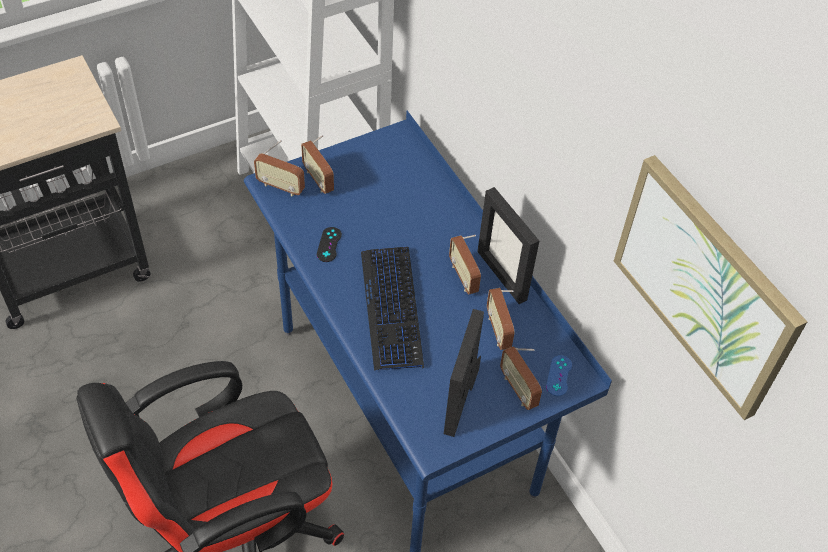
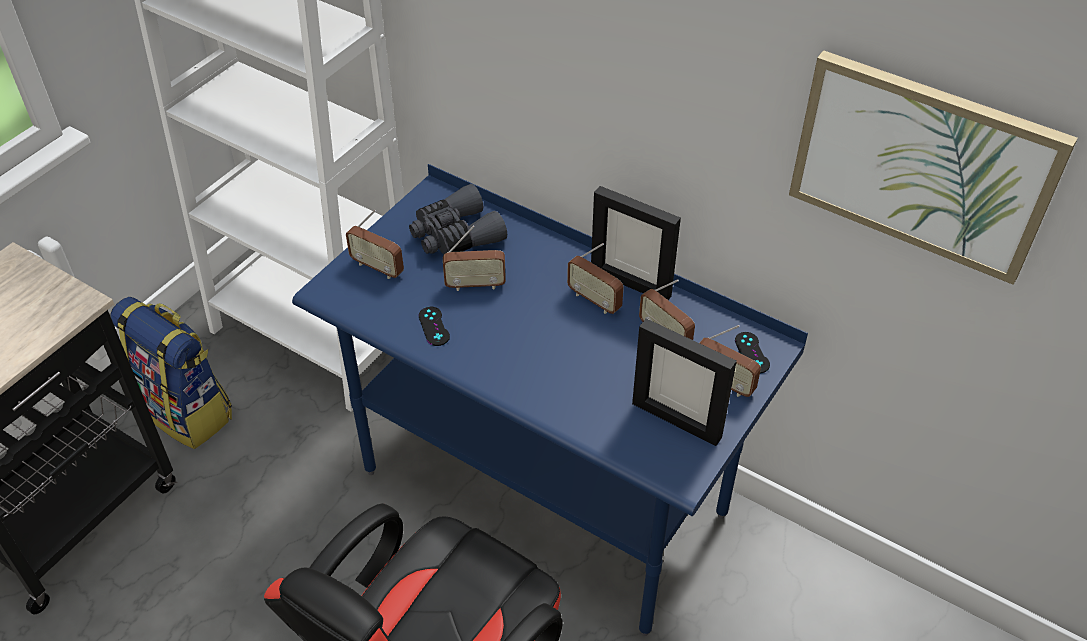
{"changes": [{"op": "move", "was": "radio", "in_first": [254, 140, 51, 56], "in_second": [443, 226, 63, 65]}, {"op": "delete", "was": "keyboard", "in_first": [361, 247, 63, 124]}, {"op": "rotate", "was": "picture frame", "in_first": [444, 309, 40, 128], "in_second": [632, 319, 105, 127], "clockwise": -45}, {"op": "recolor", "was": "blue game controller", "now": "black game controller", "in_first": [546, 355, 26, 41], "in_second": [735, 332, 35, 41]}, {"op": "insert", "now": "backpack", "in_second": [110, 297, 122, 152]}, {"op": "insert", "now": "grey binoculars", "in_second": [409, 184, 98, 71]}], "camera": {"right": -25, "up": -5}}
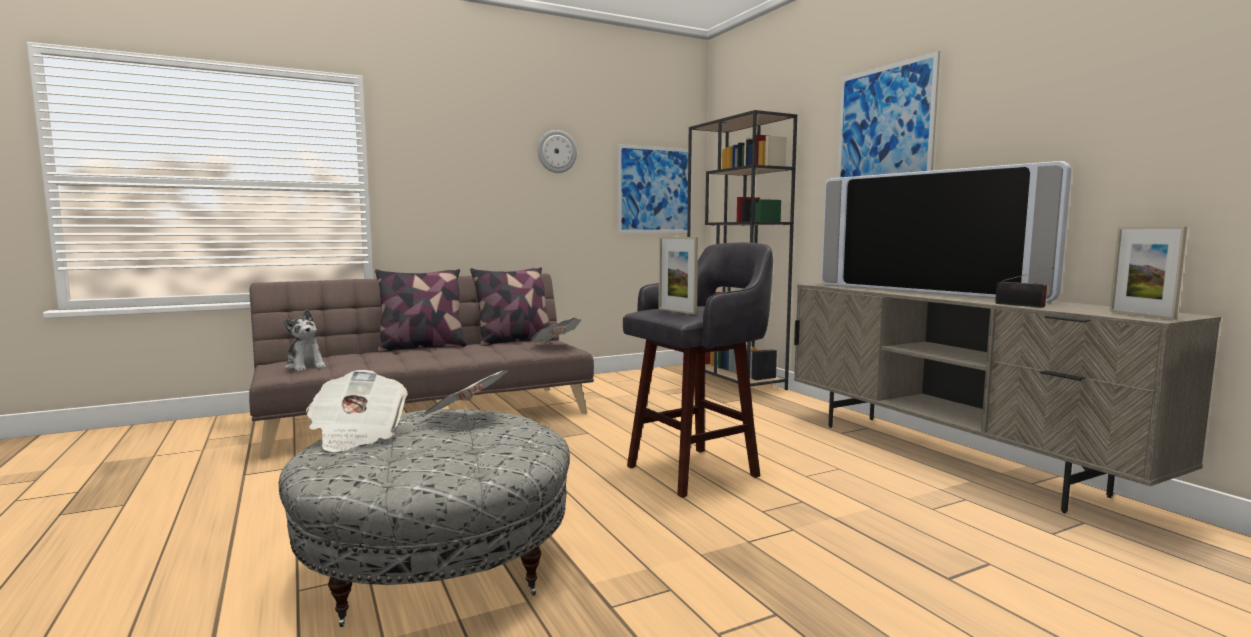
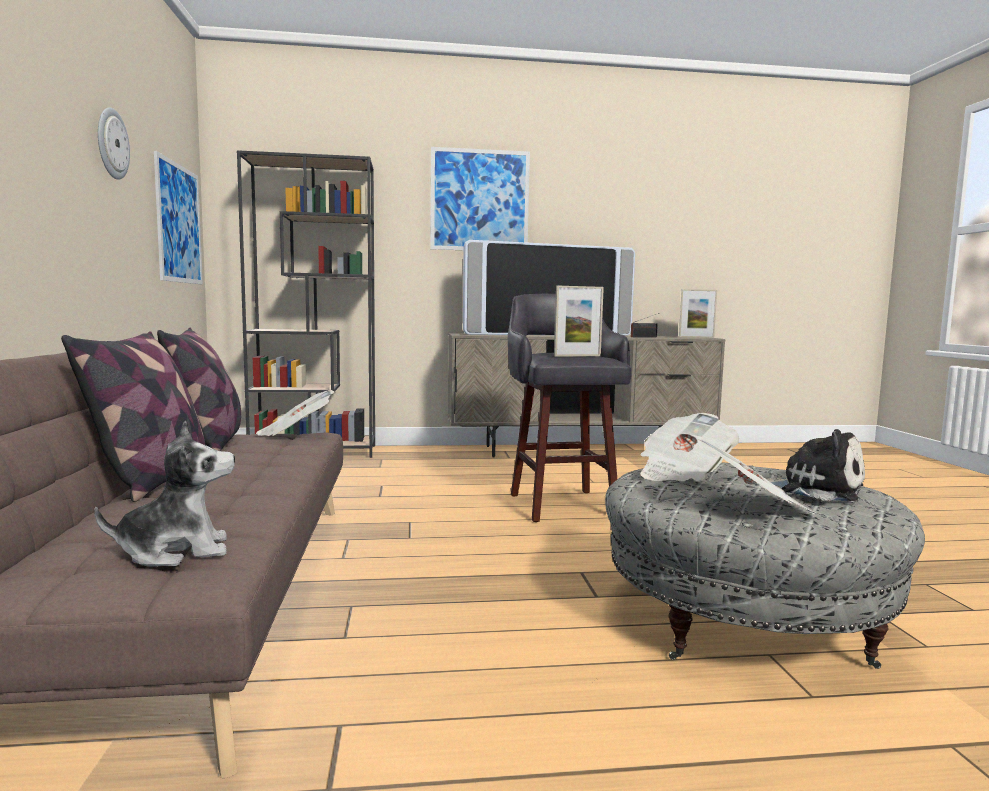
{"changes": [{"op": "insert", "now": "plush toy", "in_second": [767, 429, 98, 72]}], "camera": {"right": -70, "up": 0}}
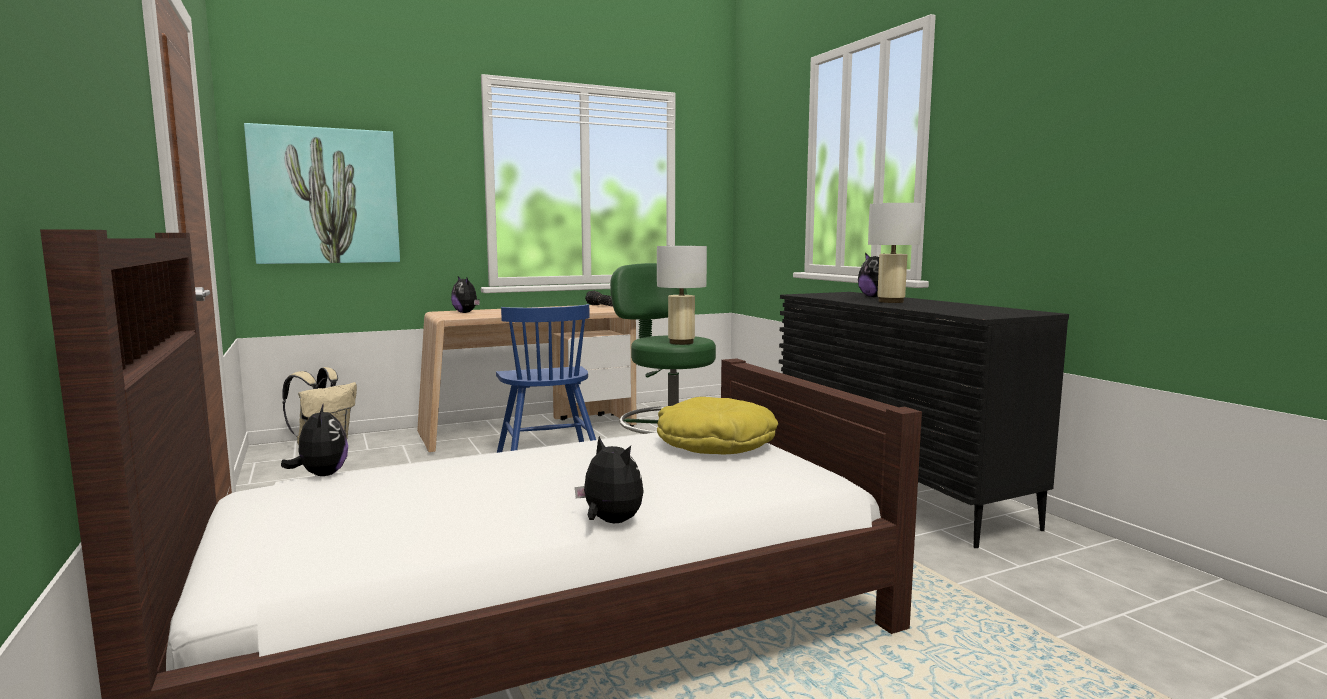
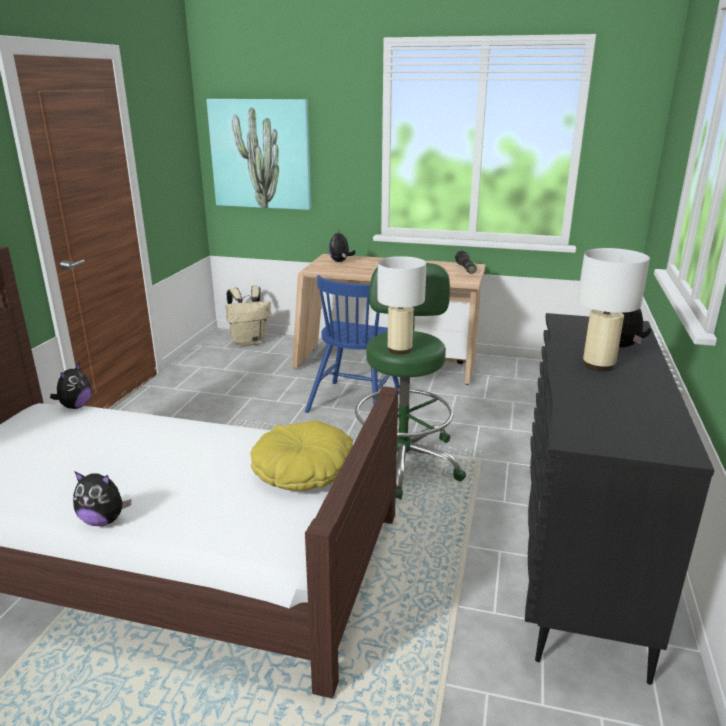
{"changes": [{"op": "rotate", "was": "plush toy", "in_first": [575, 436, 69, 87], "in_second": [73, 471, 58, 55], "clockwise": 105}], "camera": {"right": 40, "up": 15}}
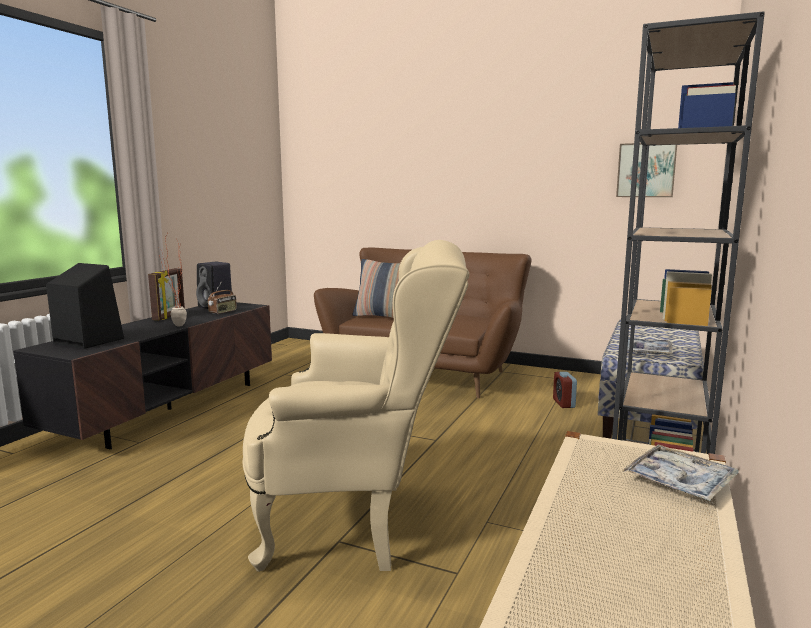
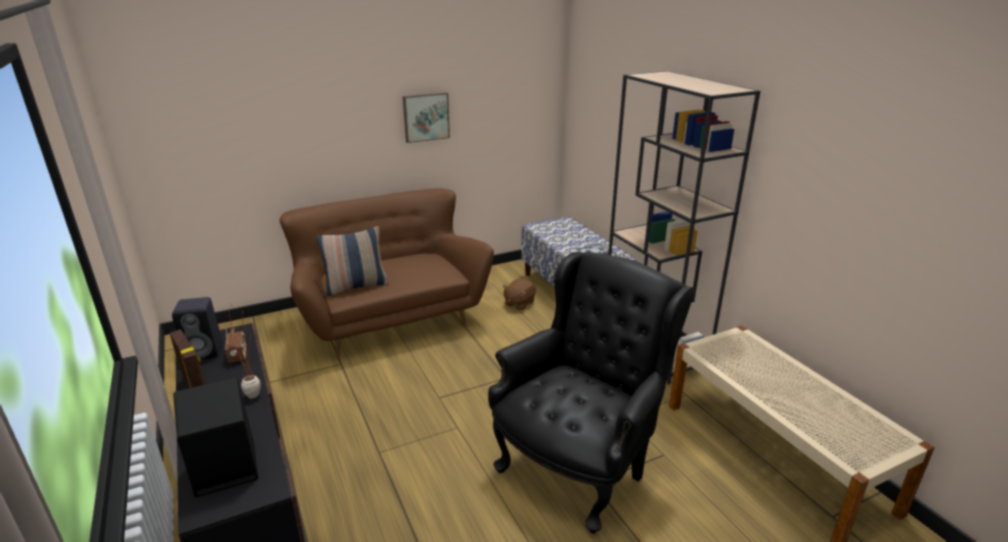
{"changes": [{"op": "recolor", "was": "beige armchair", "now": "black armchair", "in_first": [243, 240, 227, 332], "in_second": [488, 252, 206, 282]}, {"op": "replace", "was": "alarm clock", "now": "brown plush toy", "in_first": [553, 372, 24, 36], "in_second": [503, 279, 33, 31]}, {"op": "move", "was": "picture", "in_first": [616, 143, 61, 54], "in_second": [403, 92, 47, 51]}, {"op": "delete", "was": "tray", "in_first": [622, 444, 116, 57]}], "camera": {"right": -50, "up": 15}}
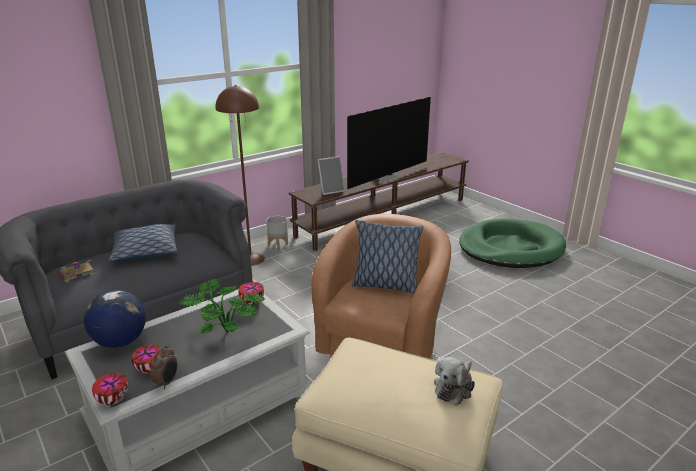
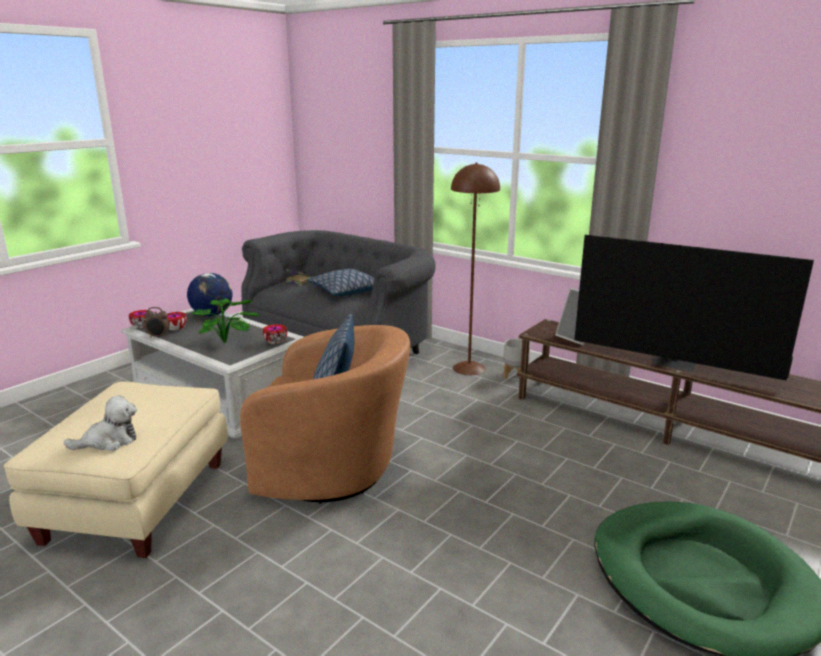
{"changes": [{"op": "rotate", "was": "plush toy", "in_first": [434, 357, 41, 49], "in_second": [64, 396, 73, 55], "clockwise": 135}], "camera": {"right": 75, "up": -5}}
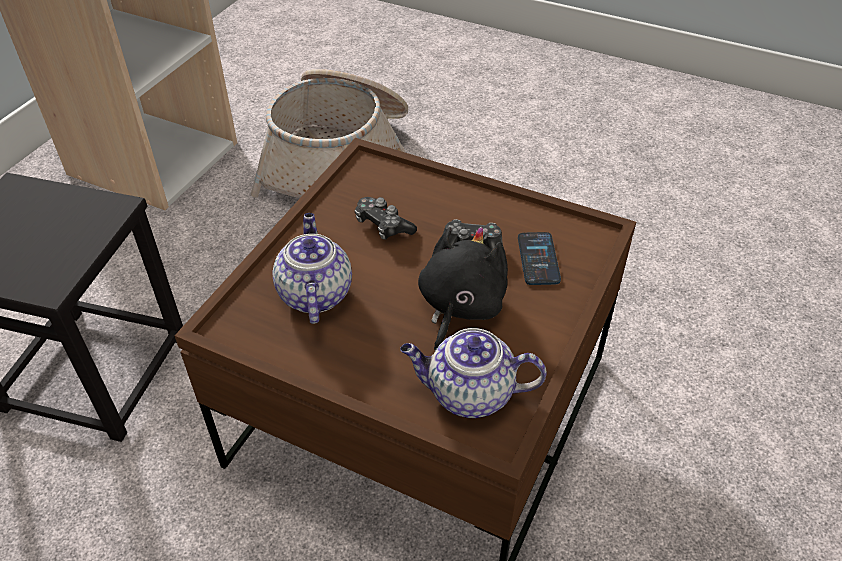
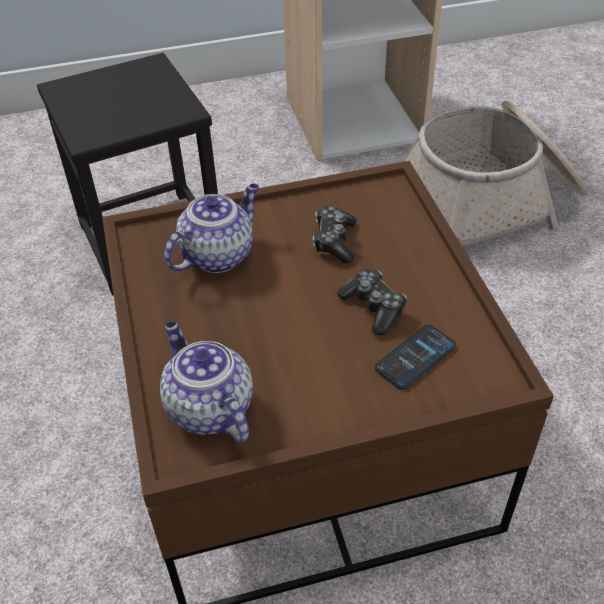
{"changes": [{"op": "delete", "was": "black plush toy", "in_first": [418, 227, 90, 124]}], "camera": {"right": 50, "up": 0}}
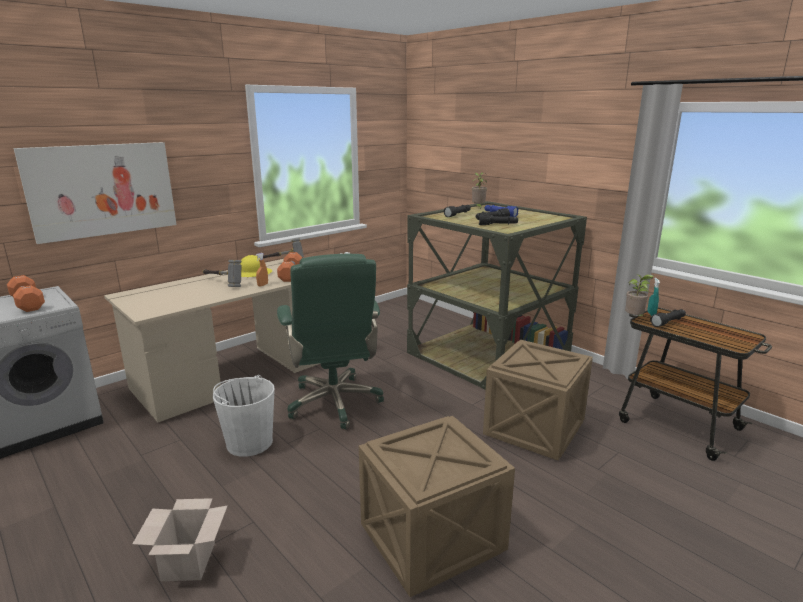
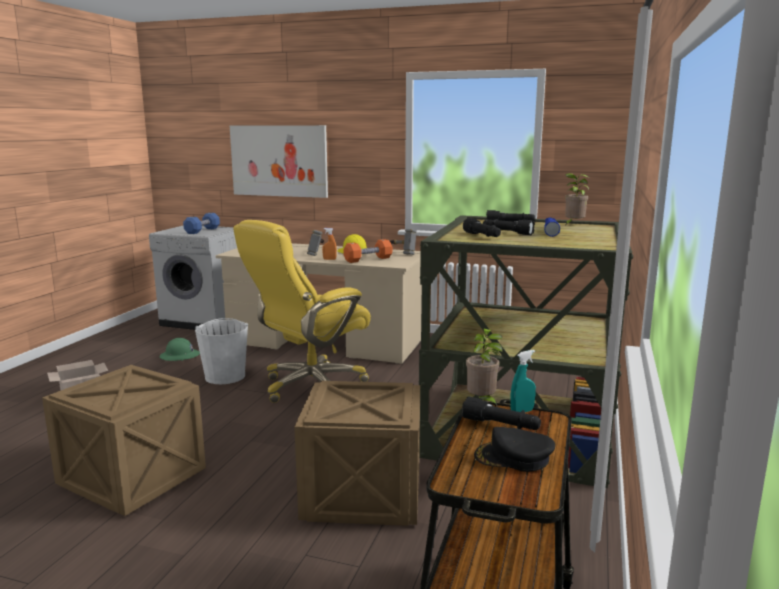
{"changes": [{"op": "recolor", "was": "orange dumbbell", "now": "blue dumbbell", "in_first": [7, 275, 38, 37], "in_second": [183, 213, 37, 21]}, {"op": "recolor", "was": "green office chair", "now": "yellow office chair", "in_first": [277, 254, 107, 176], "in_second": [233, 220, 138, 183]}, {"op": "insert", "now": "green hard hat", "in_second": [160, 338, 40, 23]}, {"op": "insert", "now": "black cap", "in_second": [474, 427, 81, 45]}], "camera": {"right": 60, "up": -5}}
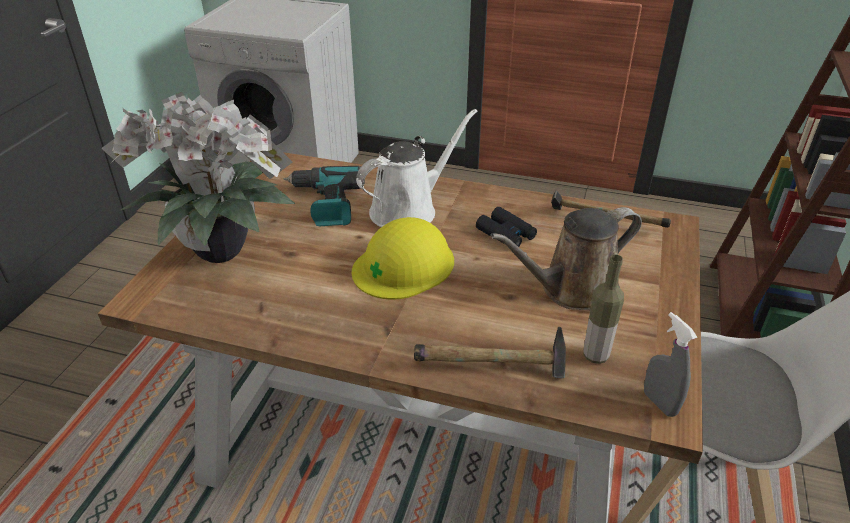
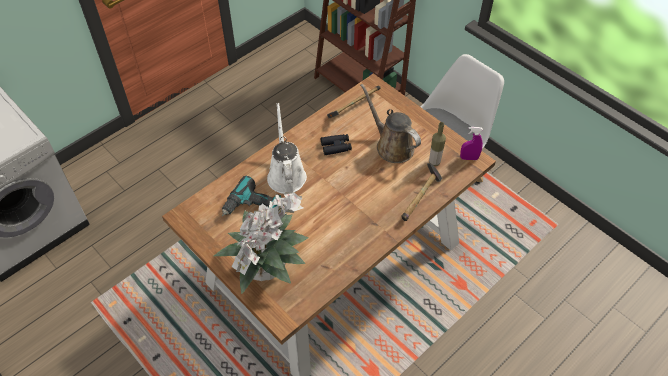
{"changes": [{"op": "delete", "was": "yellow hard hat", "in_first": [352, 217, 102, 83]}, {"op": "rotate", "was": "brown watering can", "in_first": [491, 207, 151, 103], "in_second": [360, 84, 61, 79], "clockwise": 135}, {"op": "recolor", "was": "grey spray bottle", "now": "purple spray bottle", "in_first": [644, 312, 53, 105], "in_second": [460, 127, 23, 33]}], "camera": {"right": -60, "up": 15}}
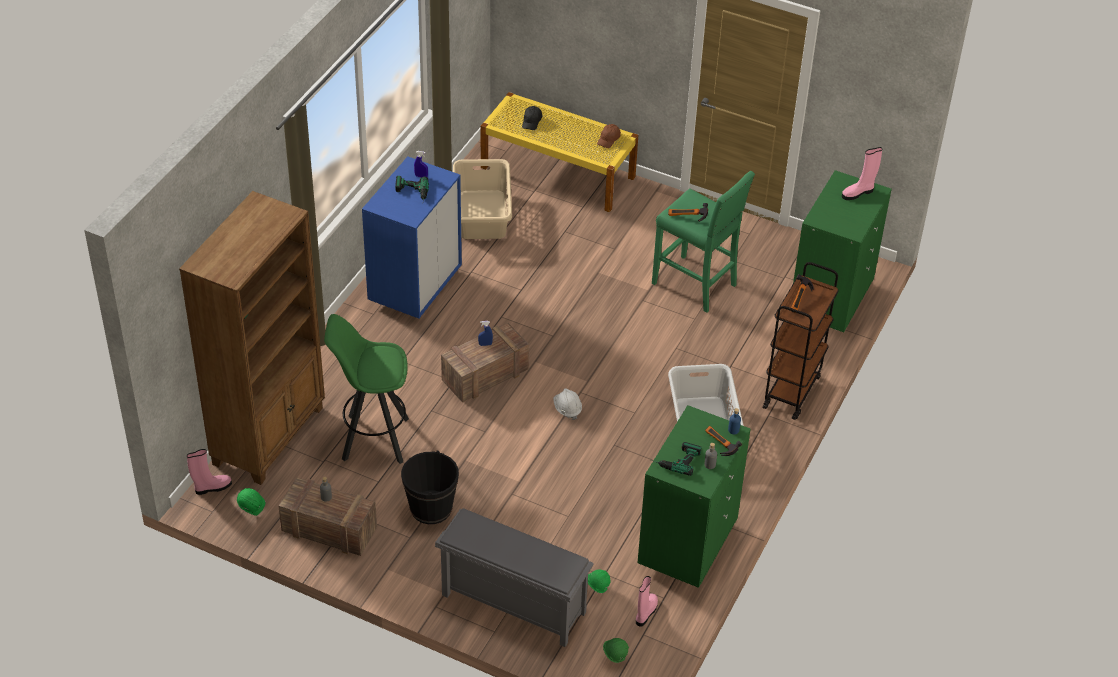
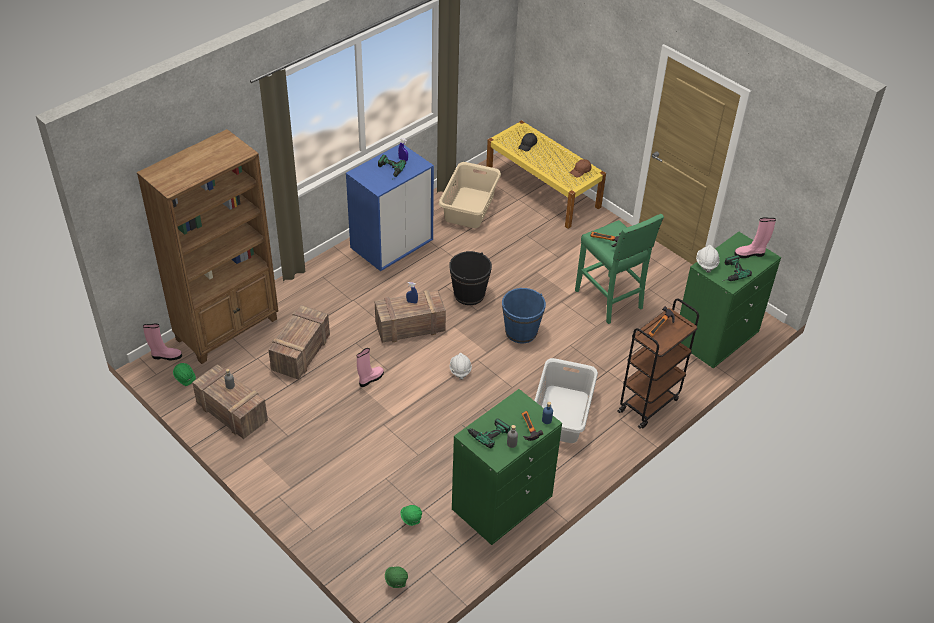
{"changes": [{"op": "replace", "was": "green stool", "now": "crate", "in_first": [324, 314, 85, 150], "in_second": [268, 305, 62, 75]}, {"op": "move", "was": "black bucket", "in_first": [401, 451, 58, 73], "in_second": [449, 251, 43, 54]}, {"op": "delete", "was": "grey shoe rack", "in_first": [435, 508, 159, 139]}, {"op": "move", "was": "pink boot", "in_first": [636, 576, 22, 51], "in_second": [357, 348, 27, 39]}, {"op": "insert", "now": "blue bucket", "in_second": [502, 288, 44, 56]}, {"op": "insert", "now": "white hard hat", "in_second": [696, 245, 24, 28]}, {"op": "insert", "now": "power drill", "in_second": [723, 255, 29, 26]}], "camera": {"right": 20, "up": 0}}
